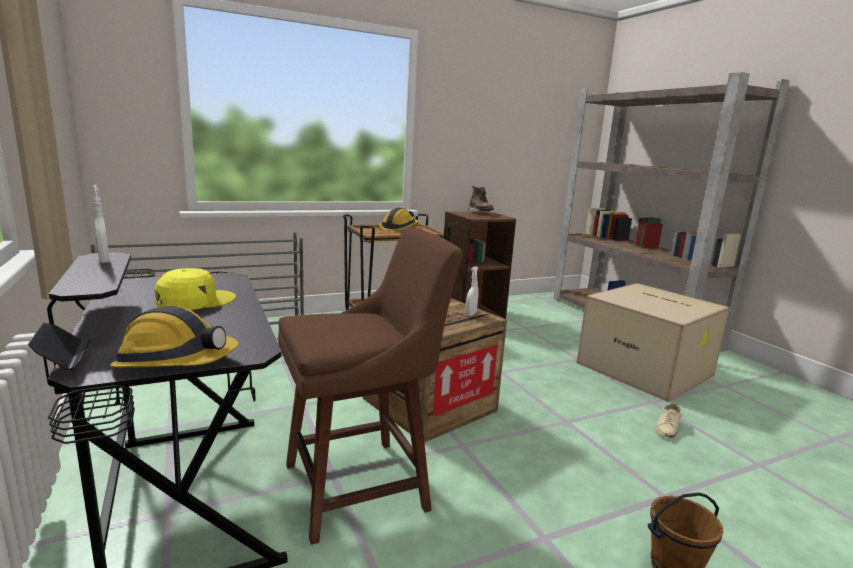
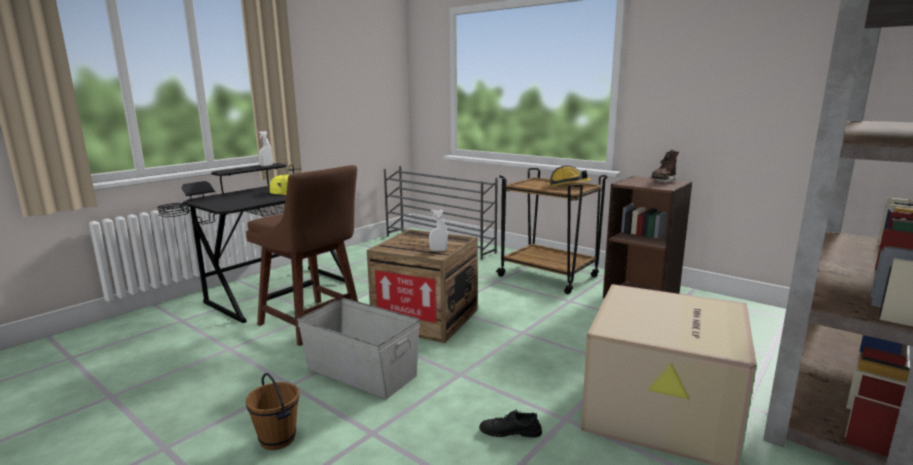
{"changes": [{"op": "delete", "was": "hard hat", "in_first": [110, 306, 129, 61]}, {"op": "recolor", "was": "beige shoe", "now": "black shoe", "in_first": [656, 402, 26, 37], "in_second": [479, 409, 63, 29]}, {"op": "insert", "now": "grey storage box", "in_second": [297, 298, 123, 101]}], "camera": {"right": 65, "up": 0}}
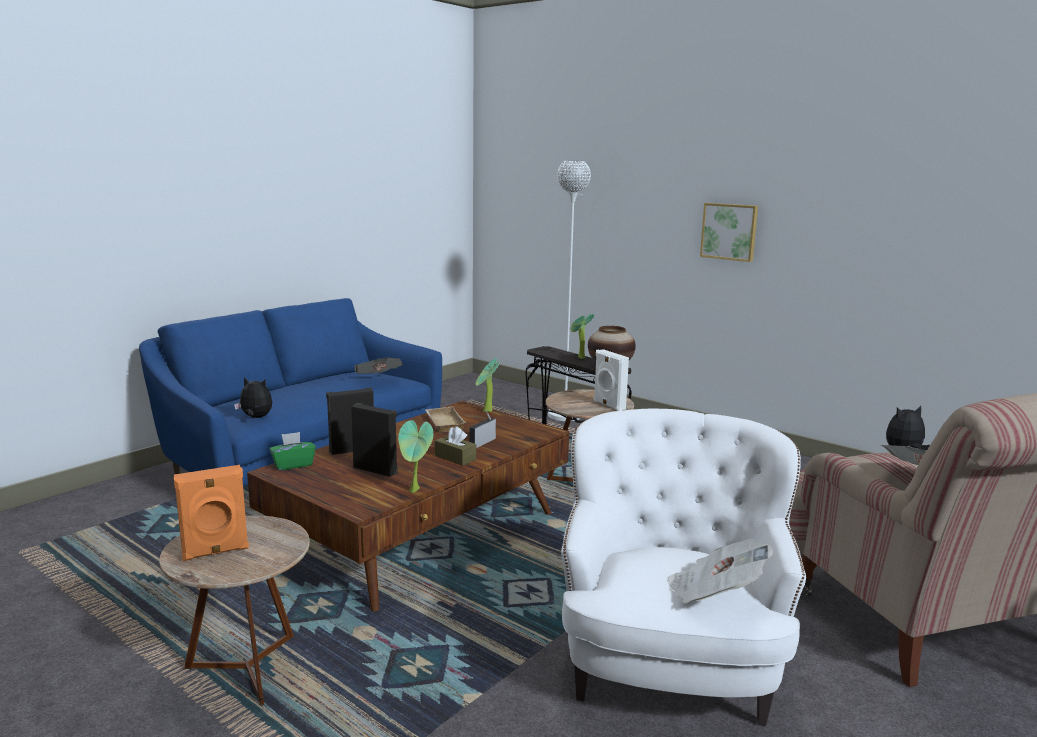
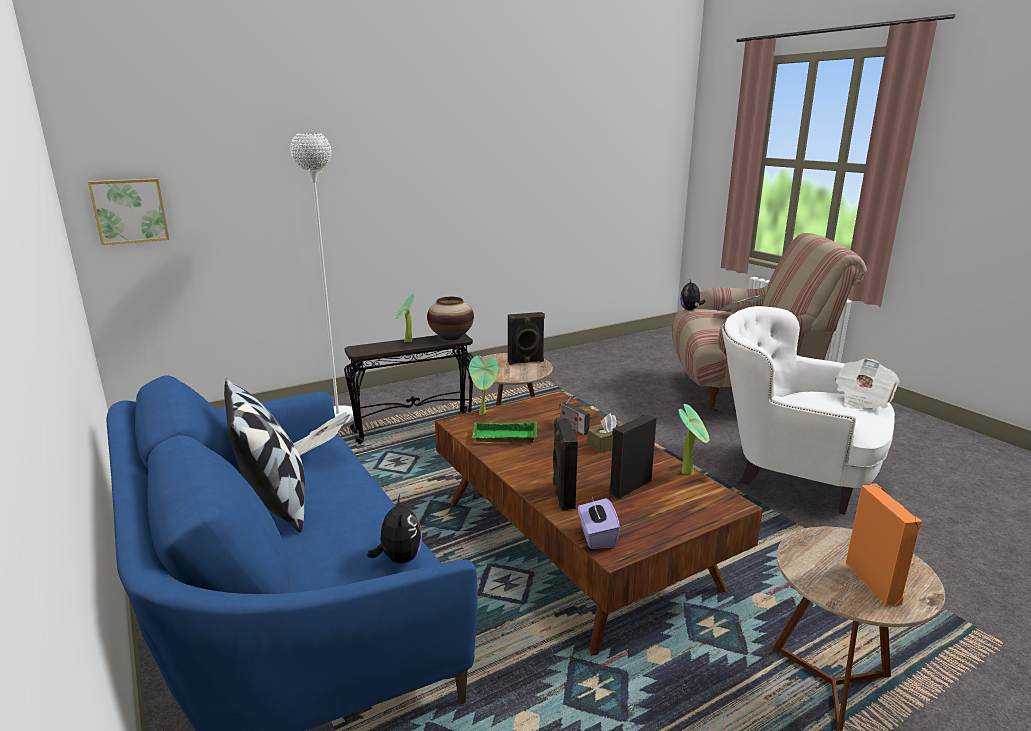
{"changes": [{"op": "rotate", "was": "plush toy", "in_first": [234, 377, 38, 41], "in_second": [367, 495, 55, 68], "clockwise": 135}, {"op": "recolor", "was": "green tissue box", "now": "purple tissue box", "in_first": [269, 432, 47, 38], "in_second": [578, 497, 42, 52]}, {"op": "recolor", "was": "beige tray", "now": "green tray", "in_first": [425, 406, 41, 26], "in_second": [472, 421, 65, 22]}, {"op": "recolor", "was": "white speaker", "now": "black speaker", "in_first": [594, 349, 35, 62], "in_second": [508, 312, 37, 53]}, {"op": "move", "was": "picture", "in_first": [700, 203, 58, 59], "in_second": [88, 178, 81, 67]}, {"op": "insert", "now": "pillow", "in_second": [224, 378, 81, 155]}], "camera": {"right": -70, "up": 5}}
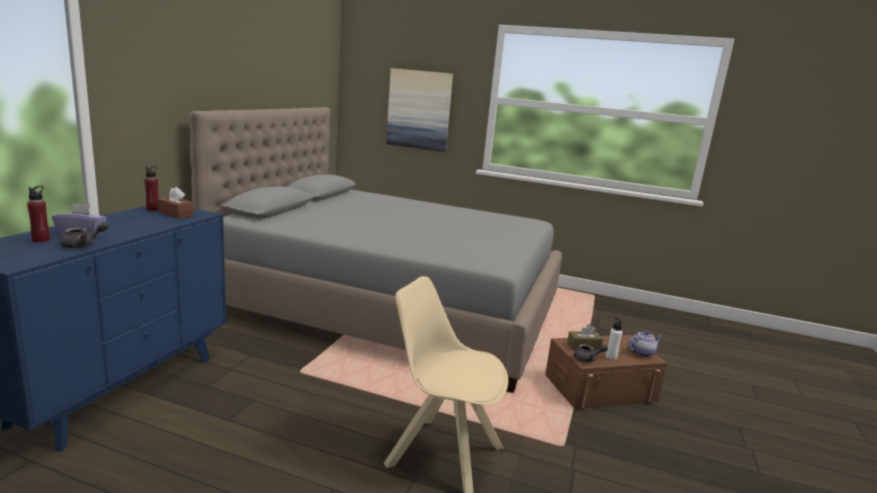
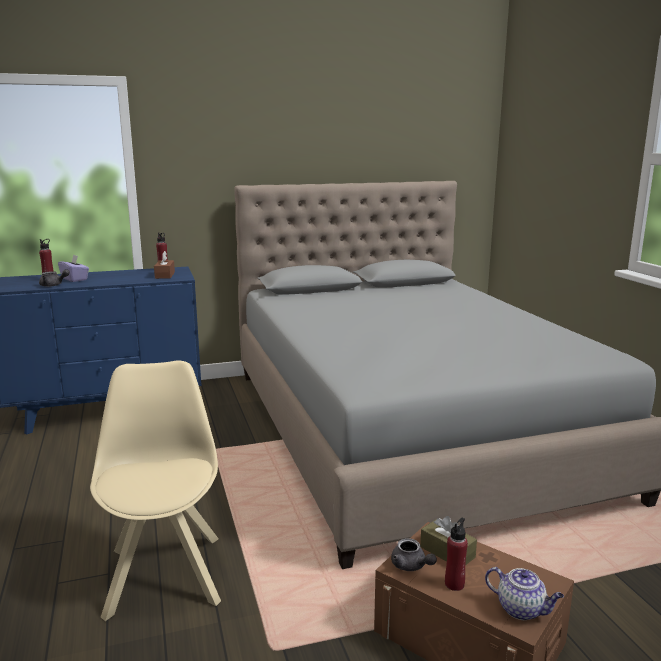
{"changes": [{"op": "delete", "was": "picture", "in_first": [386, 68, 67, 84]}, {"op": "recolor", "was": "white bottle", "now": "red bottle", "in_first": [606, 317, 17, 43], "in_second": [445, 518, 23, 73]}], "camera": {"right": 55, "up": 0}}
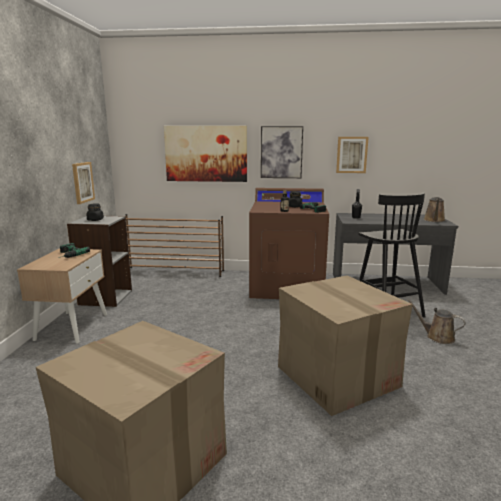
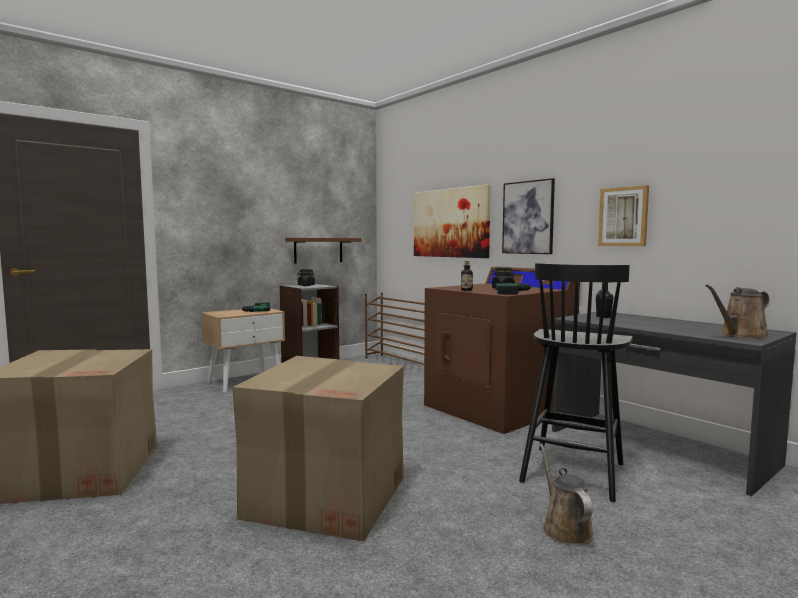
{"changes": [{"op": "replace", "was": "picture", "now": "brown shelf", "in_first": [72, 162, 23, 42], "in_second": [285, 238, 76, 25]}], "camera": {"right": 45, "up": -10}}
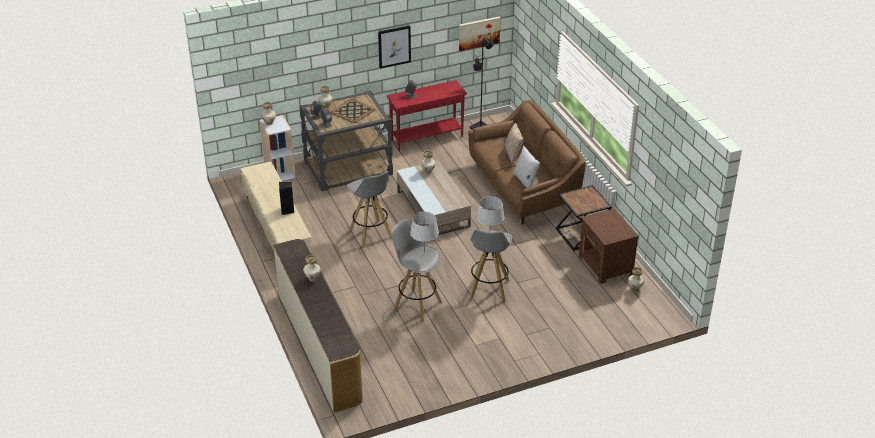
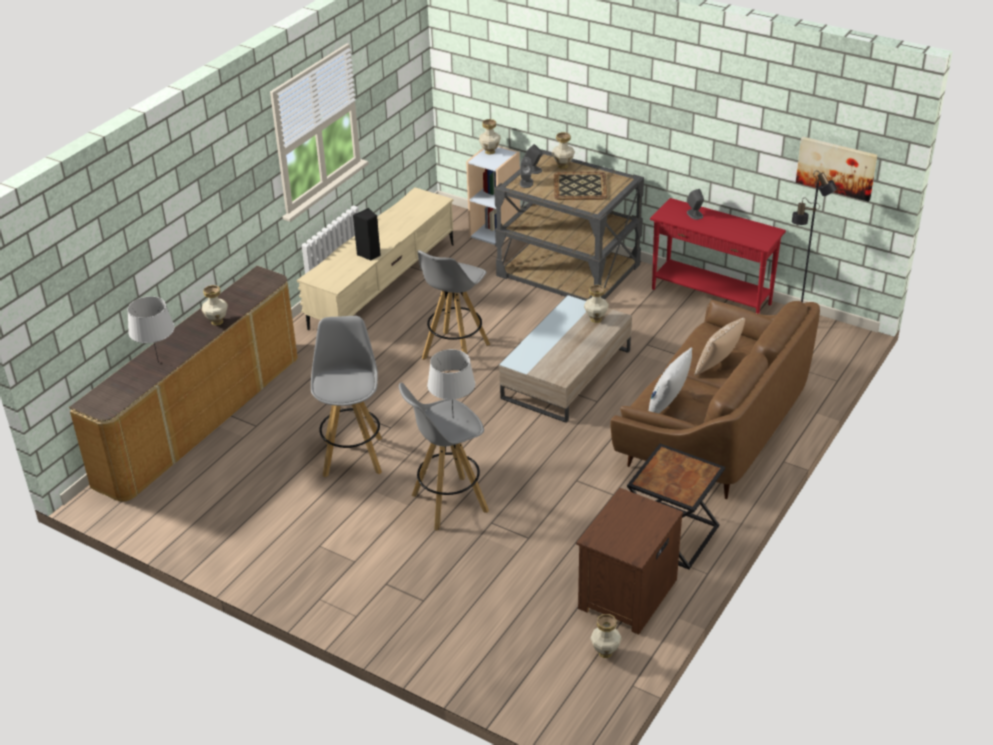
{"changes": [{"op": "delete", "was": "picture", "in_first": [378, 25, 33, 44]}, {"op": "move", "was": "grey table lamp", "in_first": [410, 212, 29, 38], "in_second": [128, 296, 47, 67]}], "camera": {"right": 55, "up": 0}}
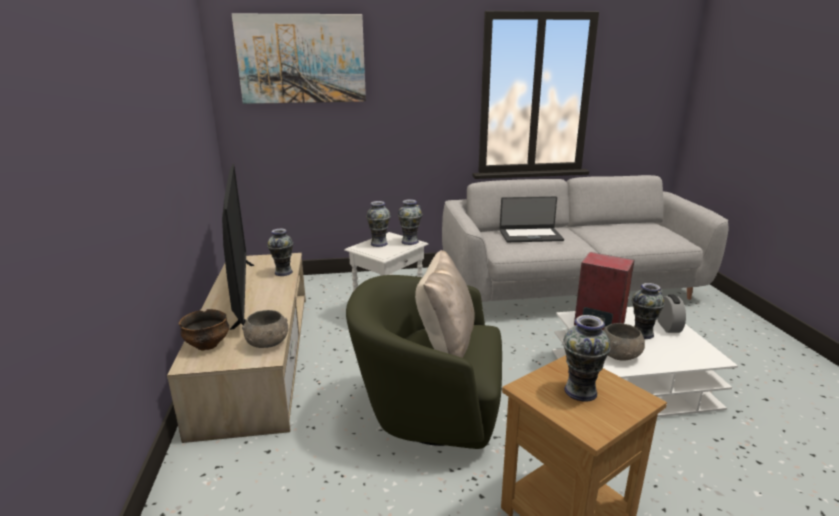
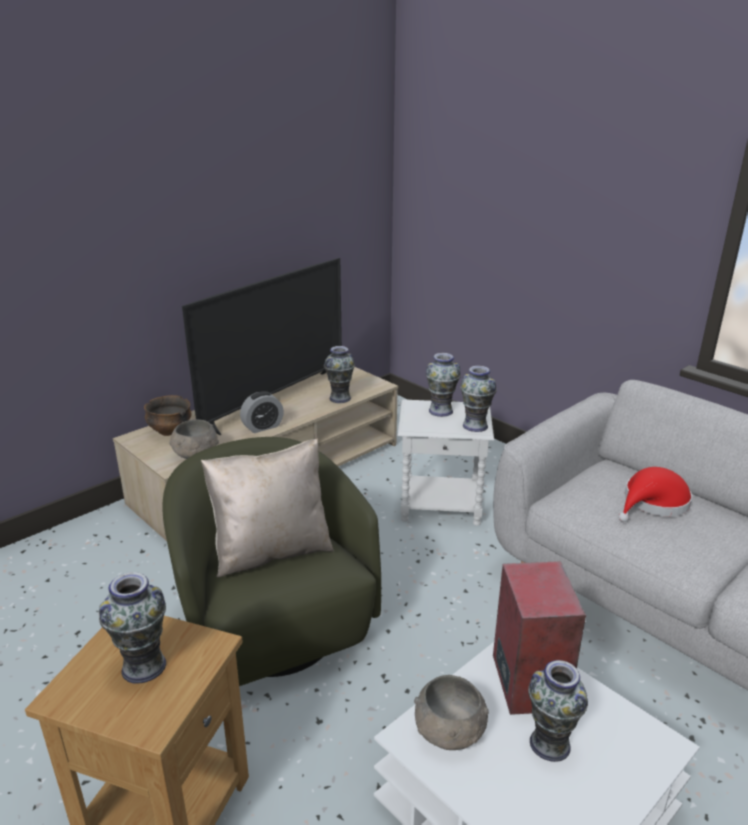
{"changes": [{"op": "delete", "was": "picture", "in_first": [232, 14, 134, 90]}, {"op": "replace", "was": "laptop", "now": "red hat", "in_first": [500, 196, 64, 46], "in_second": [618, 467, 74, 55]}, {"op": "move", "was": "alarm clock", "in_first": [657, 295, 29, 38], "in_second": [240, 391, 44, 42]}], "camera": {"right": 55, "up": 5}}
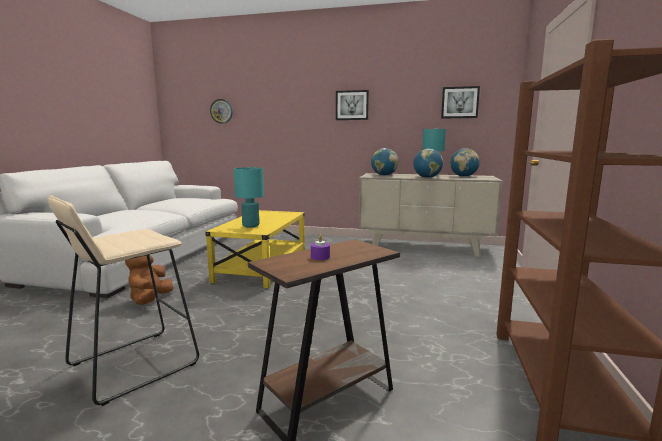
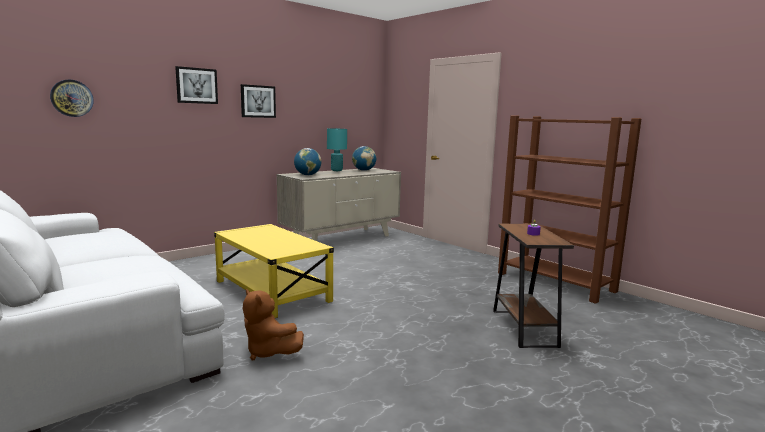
{"changes": [{"op": "delete", "was": "beige stool", "in_first": [47, 196, 152, 210]}, {"op": "delete", "was": "turquoise table lamp", "in_first": [234, 167, 30, 61]}, {"op": "delete", "was": "globe", "in_first": [413, 149, 30, 29]}, {"op": "move", "was": "picture", "in_first": [441, 86, 39, 32], "in_second": [175, 66, 43, 38]}], "camera": {"right": -55, "up": 0}}
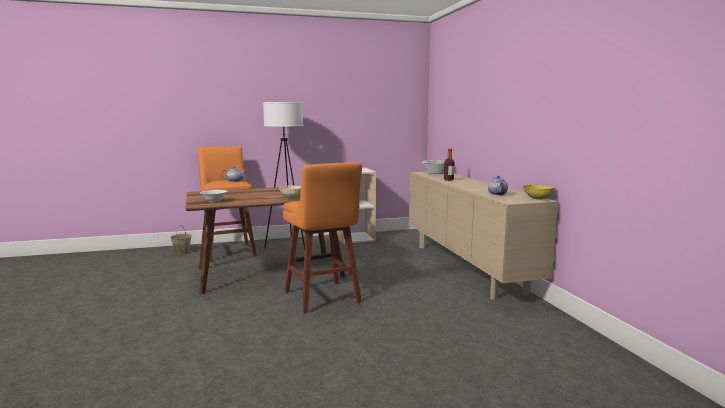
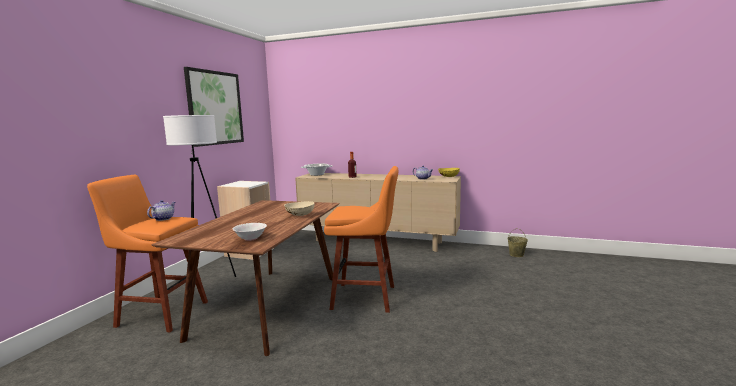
{"changes": [{"op": "move", "was": "beige bucket", "in_first": [171, 225, 21, 30], "in_second": [507, 228, 21, 29]}, {"op": "insert", "now": "picture", "in_second": [184, 67, 60, 80]}], "camera": {"right": -55, "up": 0}}
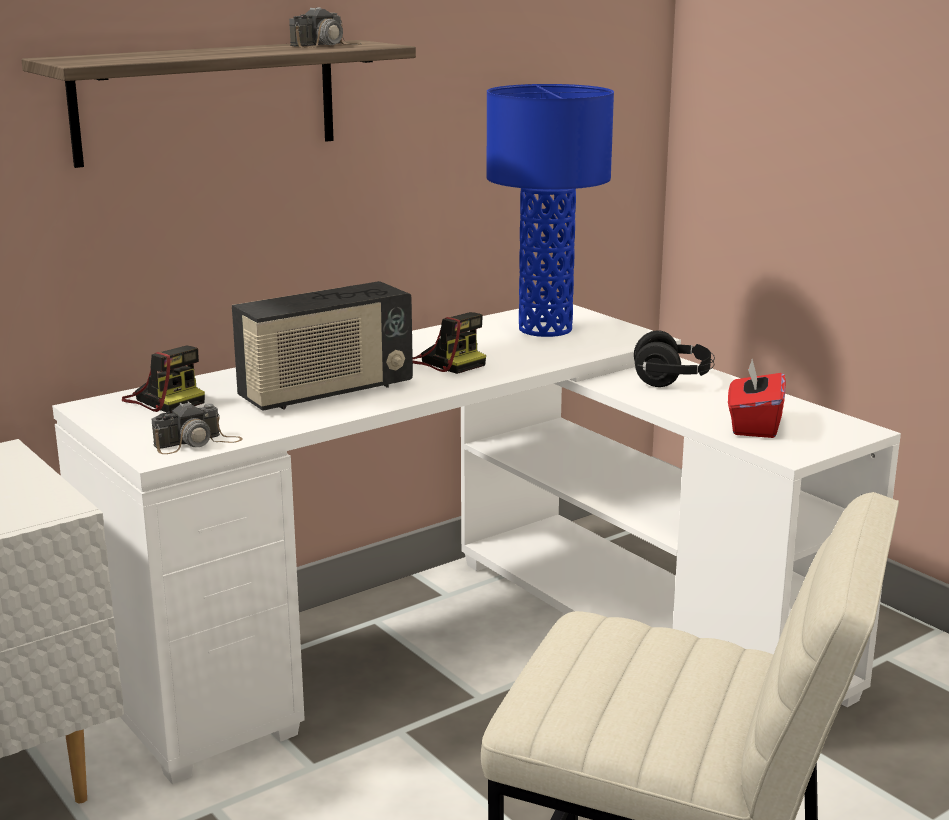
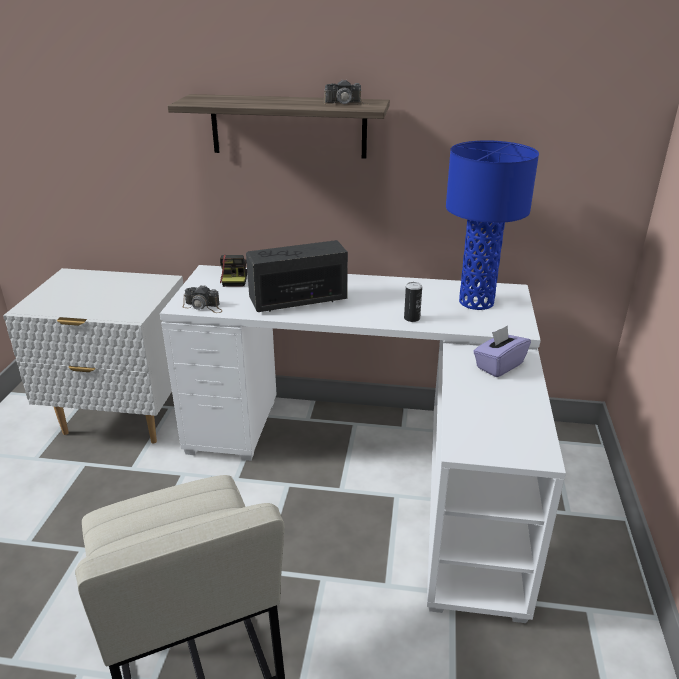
{"changes": [{"op": "rotate", "was": "radio", "in_first": [232, 281, 181, 130], "in_second": [246, 240, 102, 72], "clockwise": 150}, {"op": "delete", "was": "photo camera", "in_first": [413, 312, 73, 62]}, {"op": "replace", "was": "black headphones", "now": "purple tissue box", "in_first": [634, 331, 81, 56], "in_second": [473, 325, 58, 52]}, {"op": "delete", "was": "red tissue box", "in_first": [728, 359, 58, 79]}, {"op": "insert", "now": "can", "in_second": [404, 282, 18, 40]}], "camera": {"right": 45, "up": 10}}
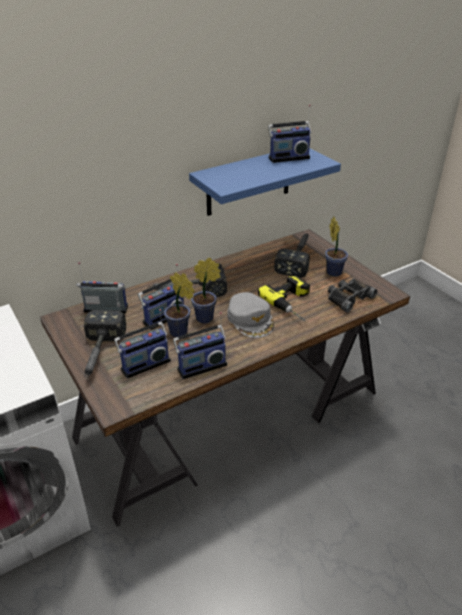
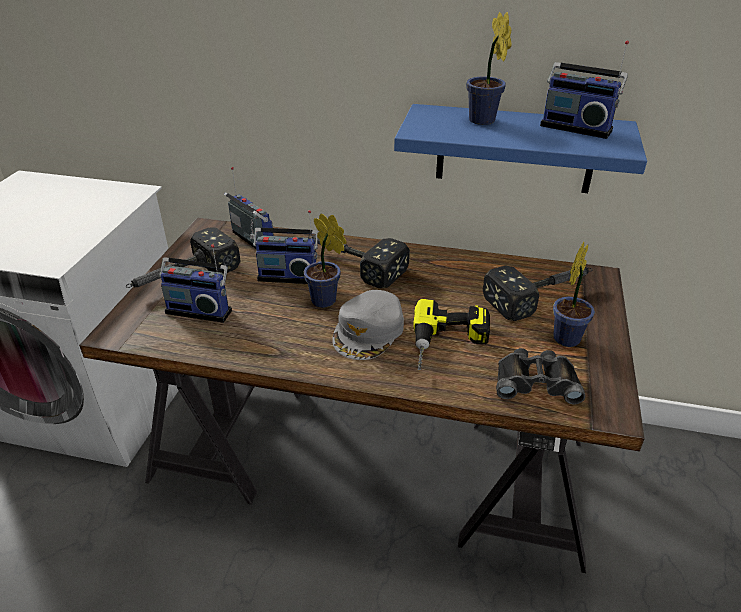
{"changes": [{"op": "move", "was": "potted plant", "in_first": [164, 272, 31, 65], "in_second": [466, 12, 45, 113]}, {"op": "delete", "was": "radio", "in_first": [173, 312, 54, 67]}], "camera": {"right": 45, "up": 0}}
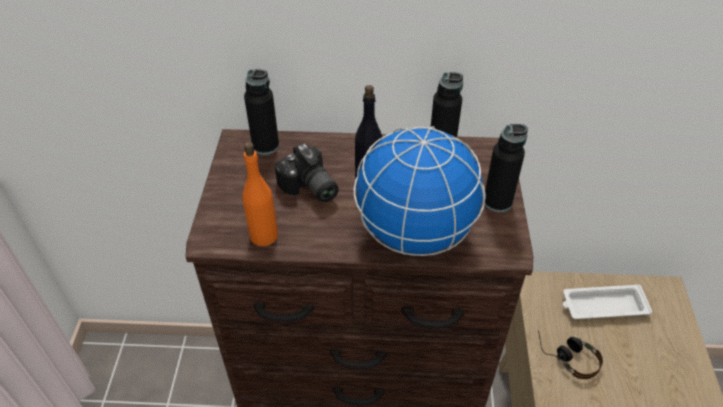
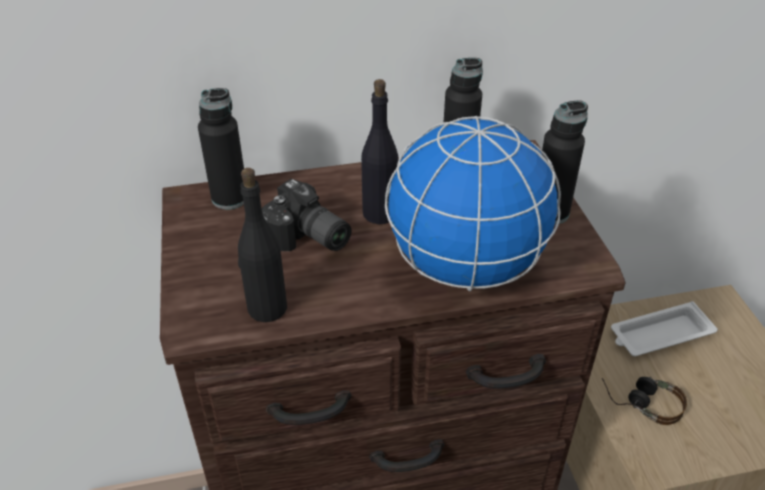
{"changes": [{"op": "recolor", "was": "orange bottle", "now": "black bottle", "in_first": [242, 142, 36, 104], "in_second": [238, 168, 49, 154]}], "camera": {"right": -15, "up": -5}}
